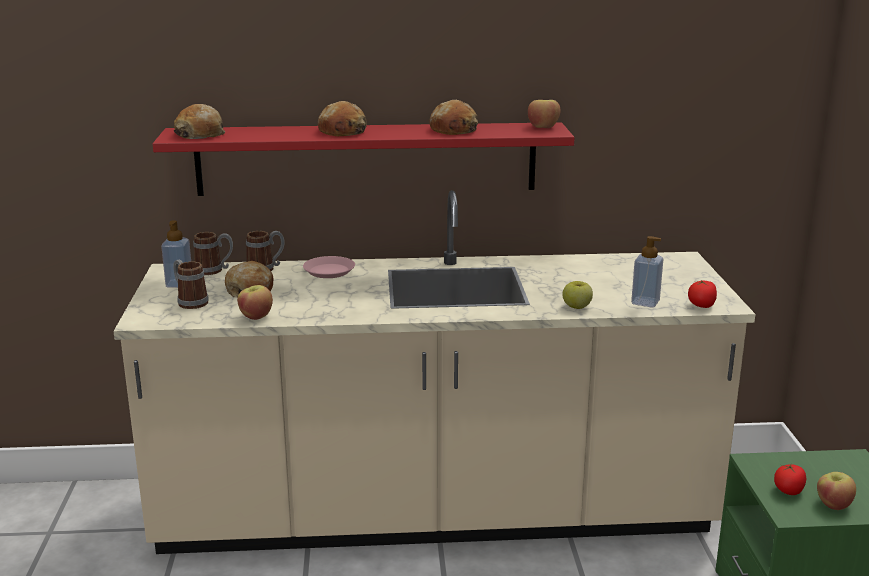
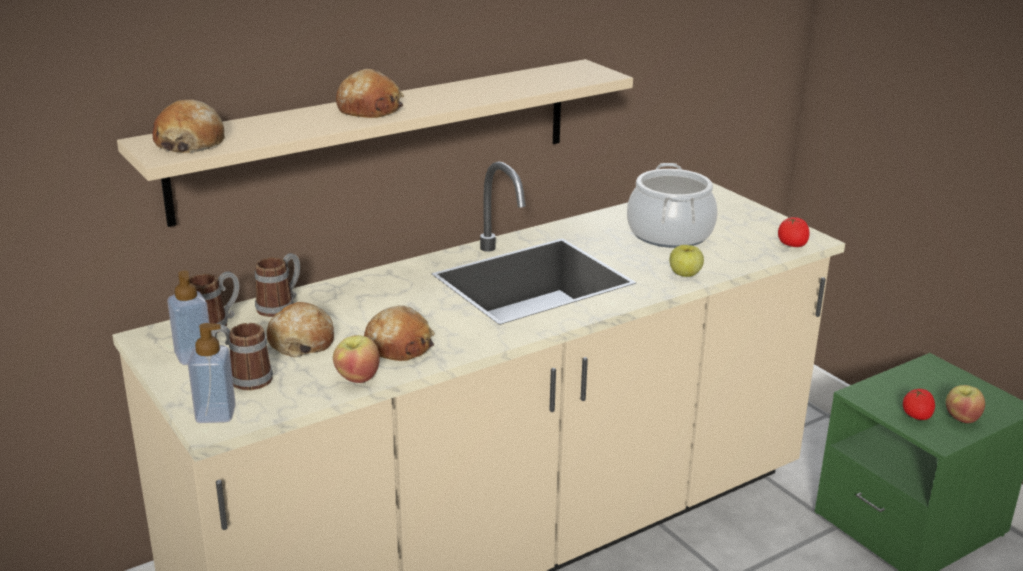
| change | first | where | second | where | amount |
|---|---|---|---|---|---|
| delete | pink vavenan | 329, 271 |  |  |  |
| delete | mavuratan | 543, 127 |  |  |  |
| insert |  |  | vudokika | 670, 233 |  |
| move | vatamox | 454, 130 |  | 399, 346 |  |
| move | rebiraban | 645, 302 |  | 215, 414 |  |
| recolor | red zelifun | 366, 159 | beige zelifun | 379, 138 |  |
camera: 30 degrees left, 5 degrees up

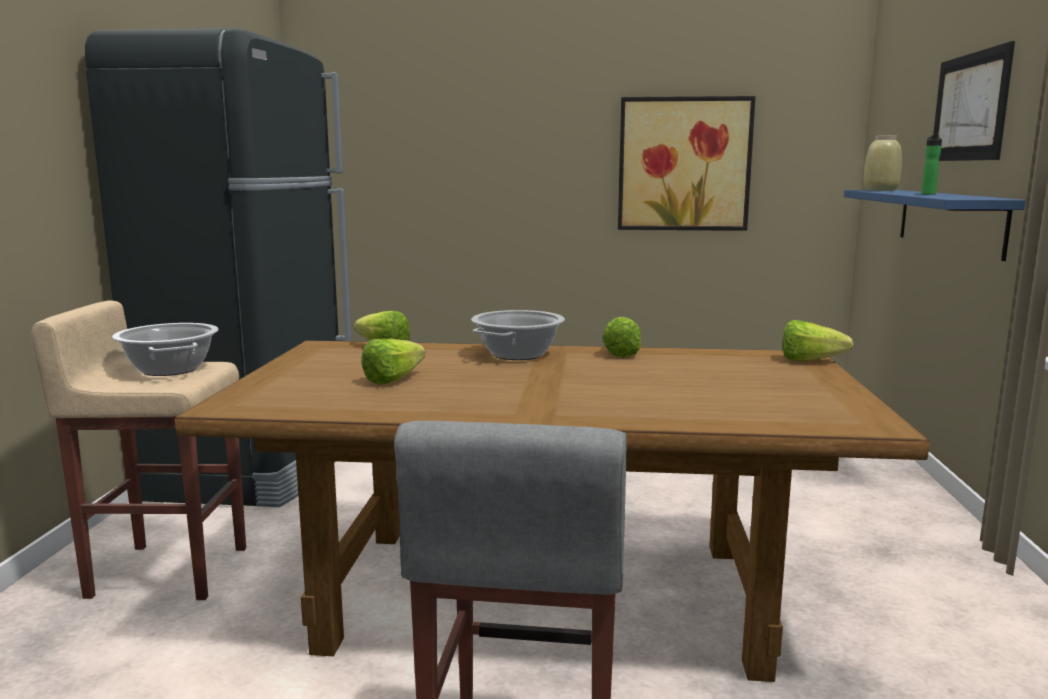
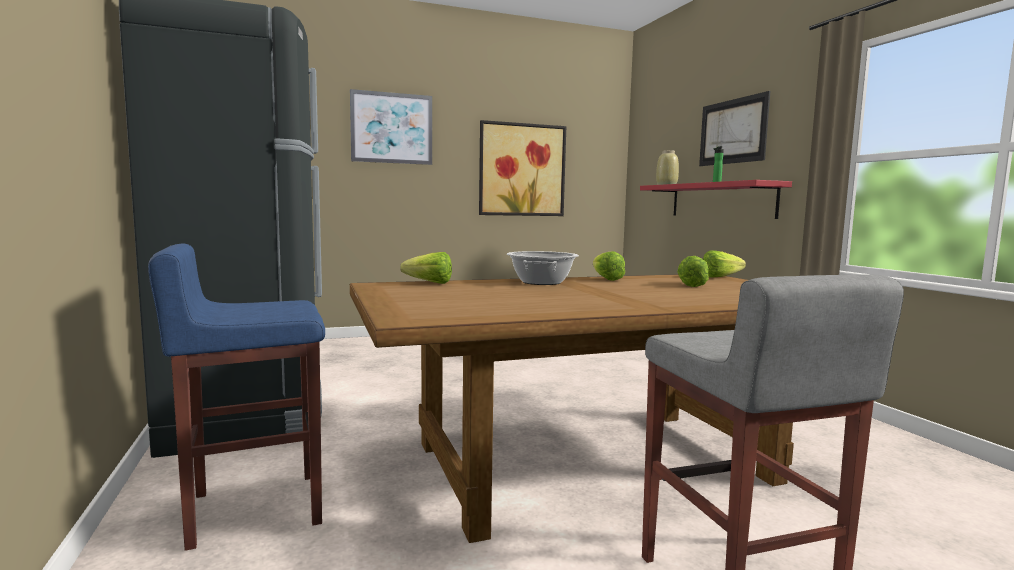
| change | first | where | second | where | amount |
|---|---|---|---|---|---|
| delete | vudokika | 169, 369 |  |  |  |
| insert |  |  | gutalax | 392, 128 |  |
| move | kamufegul | 398, 379 |  | 692, 284 |  |
| recolor | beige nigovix | 167, 570 | blue nigovix | 253, 508 |  |
| recolor | blue zelifun | 949, 220 | red zelifun | 720, 200 |  |
camera: 25 degrees left, 5 degrees down

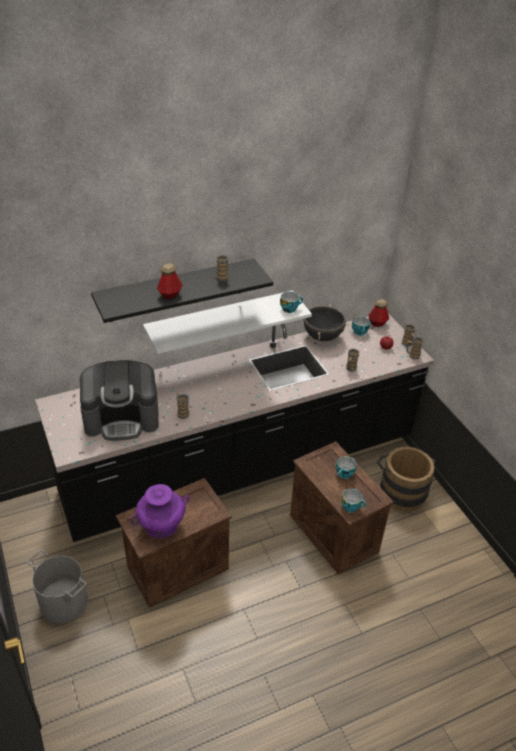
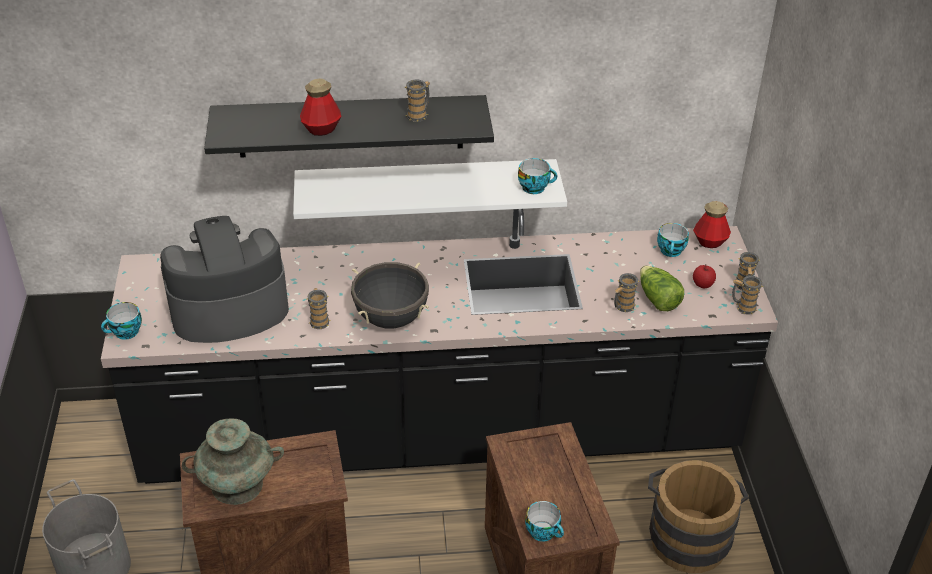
| change | first | where | second | where | amount |
|---|---|---|---|---|---|
| insert |  |  | kamufegul | 657, 299 |  |
| move | black vudokika | 322, 337 |  | 391, 318 |  |
| move | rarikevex | 344, 474 |  | 125, 333 |  |
| recolor | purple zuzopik | 162, 525 | turquoise zuzopik | 238, 485 |  |
| rotate | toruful | 122, 418 |  | 228, 308 | 150 degrees clockwise |
camera: 20 degrees right, 0 degrees up

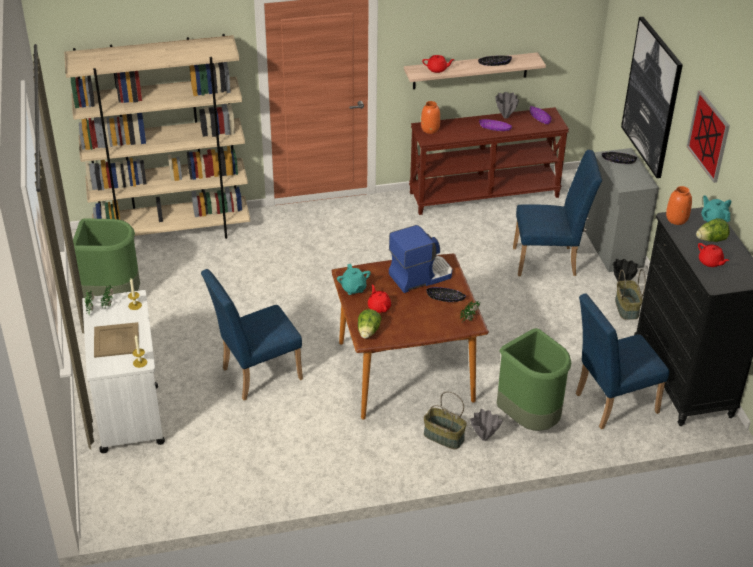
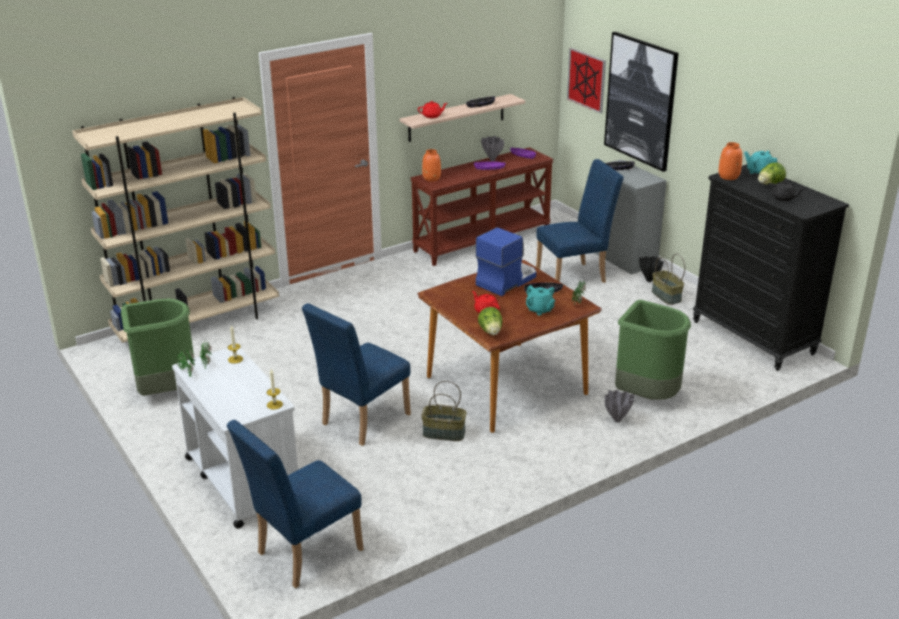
| change | first | where | second | where | amount |
|---|---|---|---|---|---|
| delete | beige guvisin | 117, 340 |  |  |  |
| move | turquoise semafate | 353, 289 |  | 539, 310 |  |
| move | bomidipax | 443, 437 |  | 443, 434 |  |
| move | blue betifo | 610, 404 |  | 303, 554 |  |
| move | gutalax | 709, 136 |  | 586, 80 |  |
| recolor | red semafate | 710, 262 | black semafate | 783, 198 |  |
camera: 20 degrees left, 10 degrees down

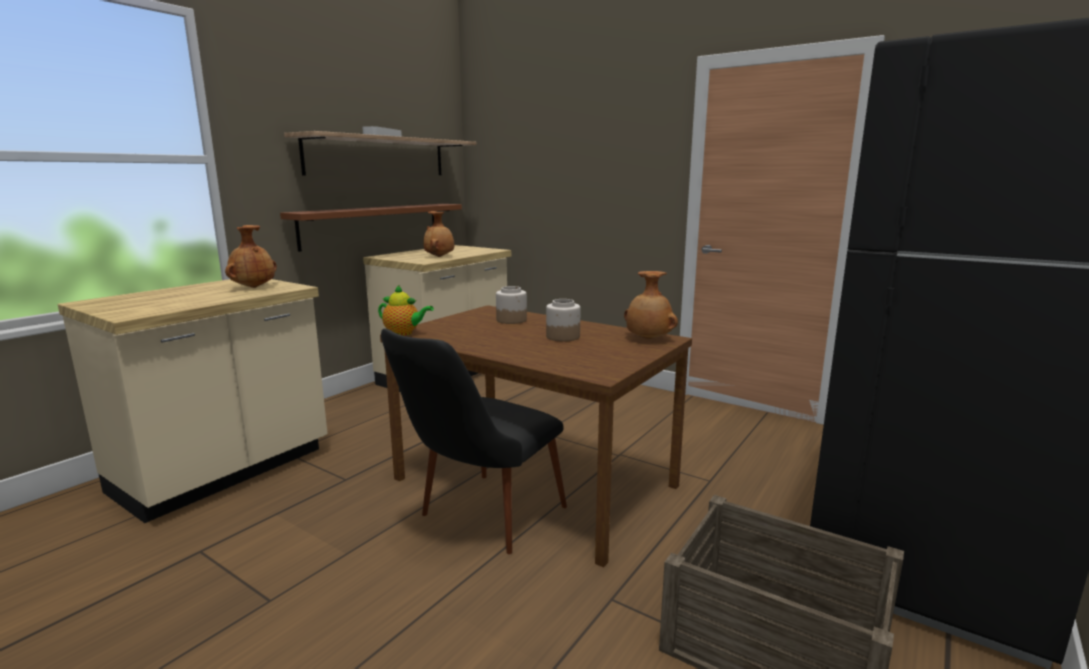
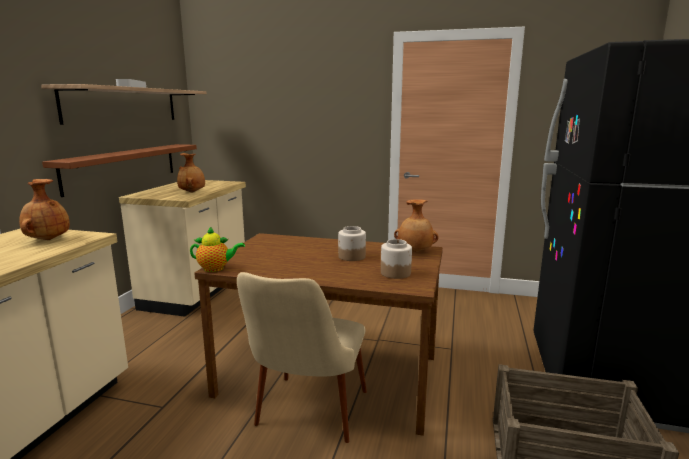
| change | first | where | second | where | amount |
|---|---|---|---|---|---|
| move | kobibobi | 511, 320 |  | 395, 273 |  |
| recolor | black betifo | 479, 522 | beige betifo | 306, 420 |  |
camera: 20 degrees left, 0 degrees up

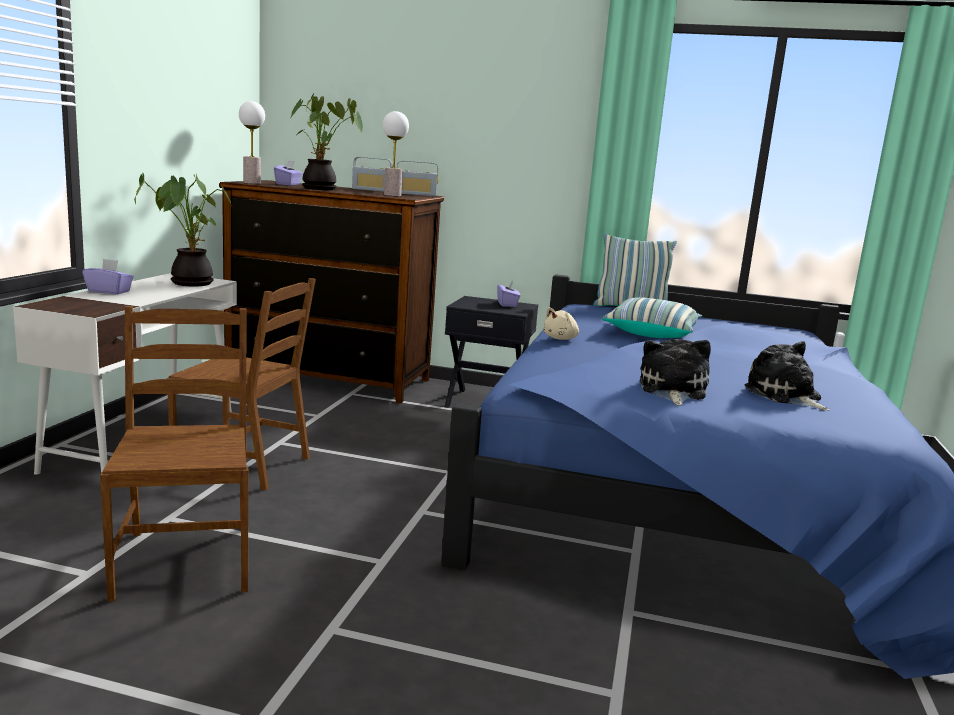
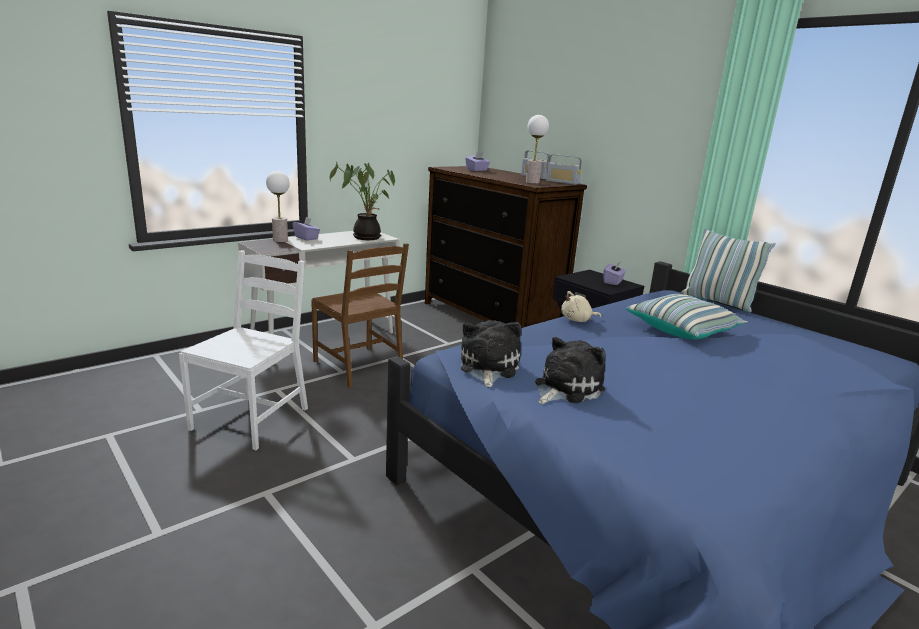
| change | first | where | second | where | amount |
|---|---|---|---|---|---|
| delete | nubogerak | 322, 189 |  |  |  |
| move | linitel | 251, 183 |  | 280, 240 |  |
| move | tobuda | 785, 396 |  | 488, 367 |  |
| recolor | brown betifo | 185, 560 | white betifo | 251, 418 |  |
camera: 35 degrees right, 5 degrees up

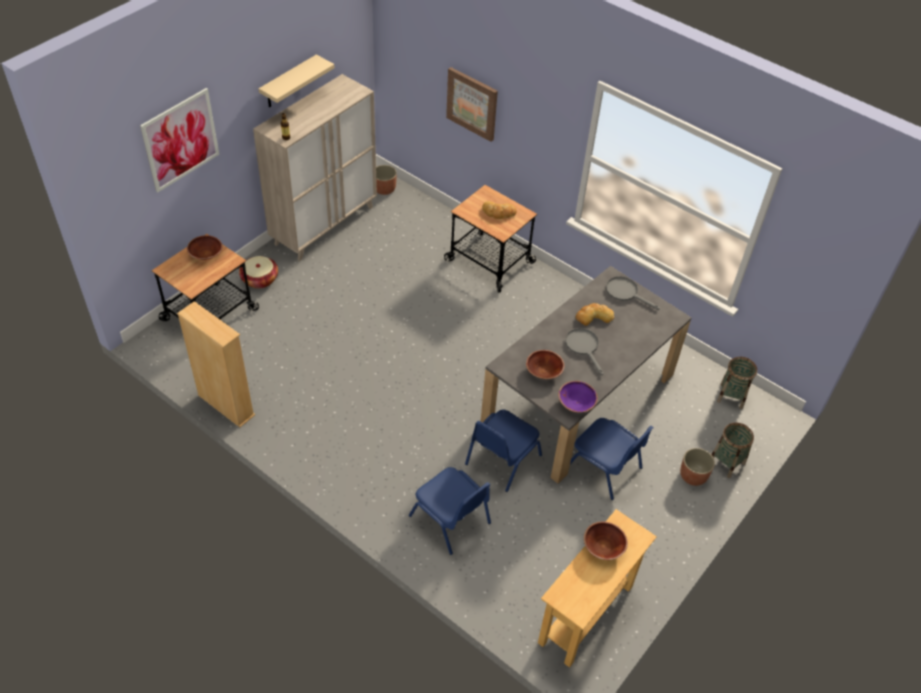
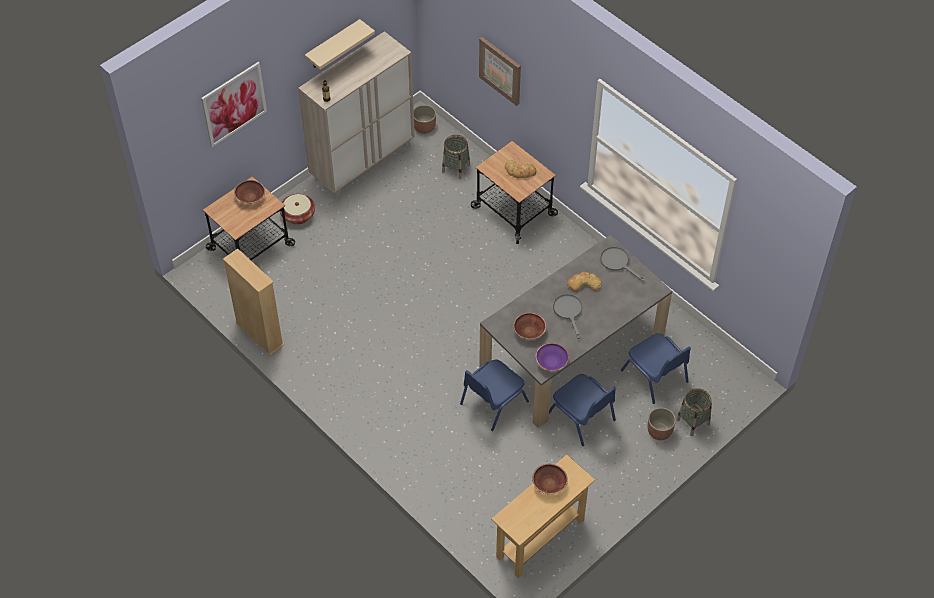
| change | first | where | second | where | amount |
|---|---|---|---|---|---|
| move | blue betifo | 451, 520 |  | 655, 376 |  |
| move | bomidipax | 731, 396 |  | 456, 168 |  |
camera: 10 degrees right, 5 degrees up

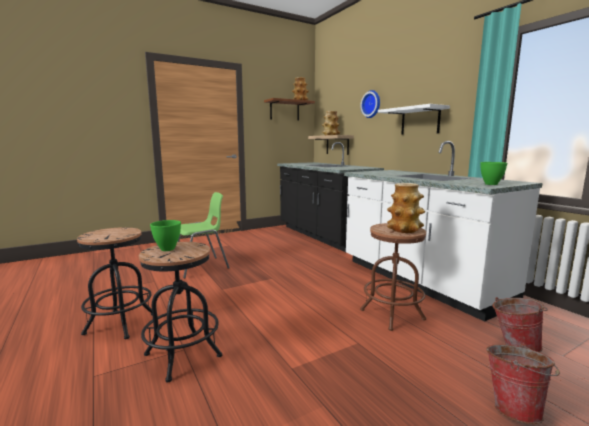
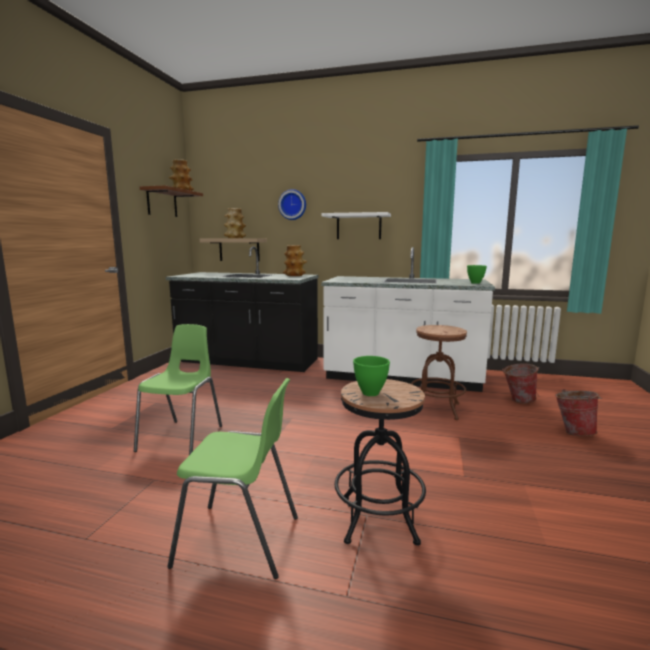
| change | first | where | second | where | amount |
|---|---|---|---|---|---|
| move | zuzopik | 404, 230 |  | 295, 275 |  |
| replace | black nigovix | 120, 324 | green betifo | 239, 540 |  |
camera: 45 degrees left, 0 degrees up

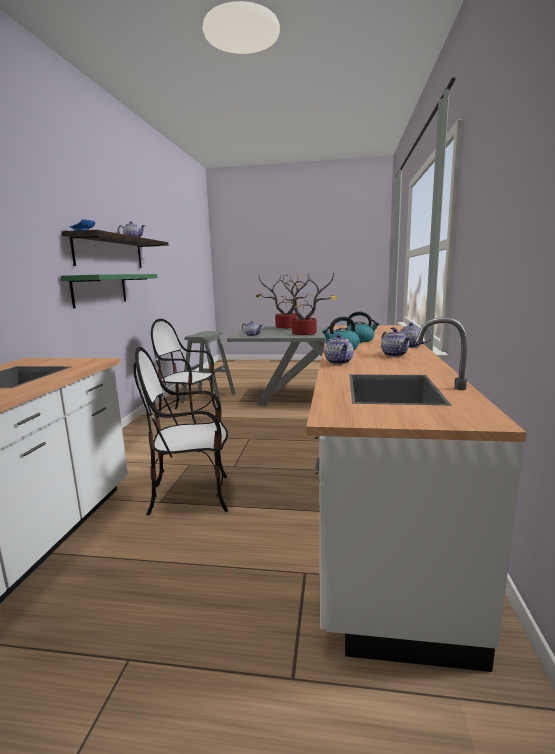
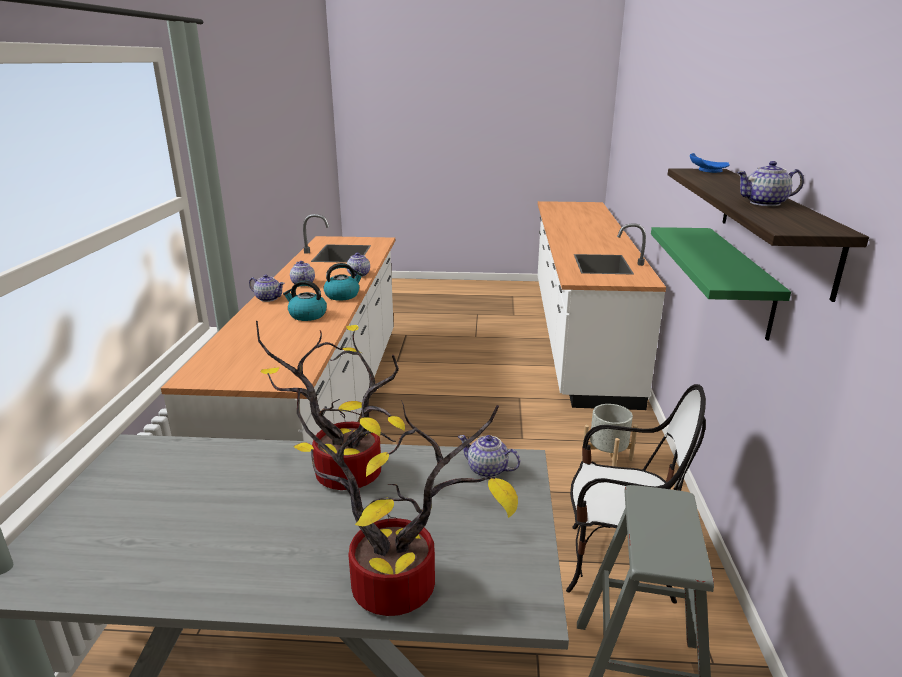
| change | first | where | second | where | amount |
|---|---|---|---|---|---|
| delete | betifo | 191, 495 |  |  |  |
| insert |  |  | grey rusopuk | 607, 460 |  |
camera: 175 degrees right, 10 degrees up

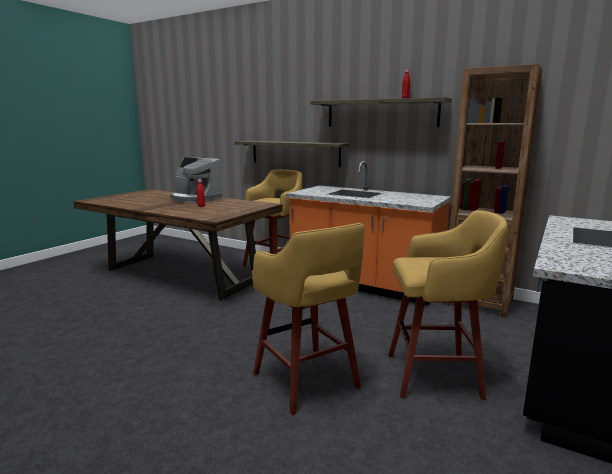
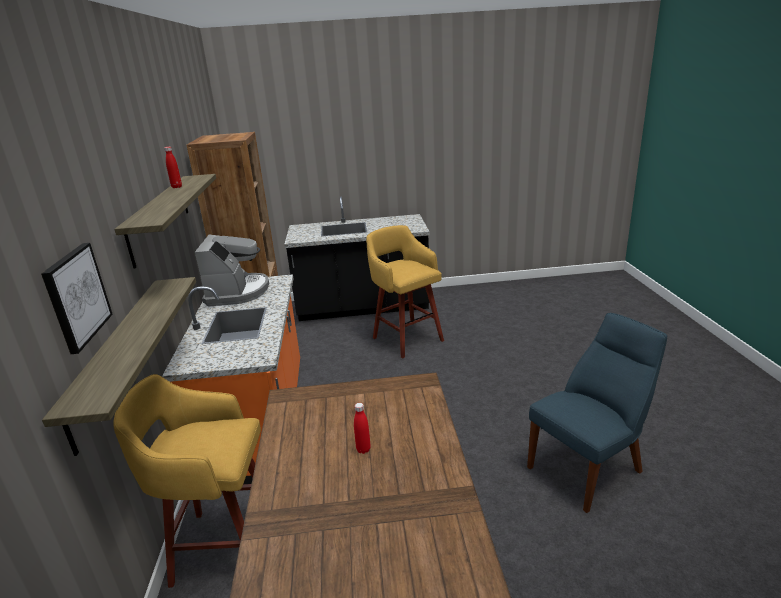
| change | first | where | second | where | amount |
|---|---|---|---|---|---|
| delete | yellow nigovix | 307, 382 |  |  |  |
| insert |  |  | gutalax | 76, 296 |  |
| insert |  |  | blue betifo | 588, 468 |  |
| move | toruful | 195, 199 |  | 237, 292 |  |
camera: 125 degrees left, 10 degrees up

